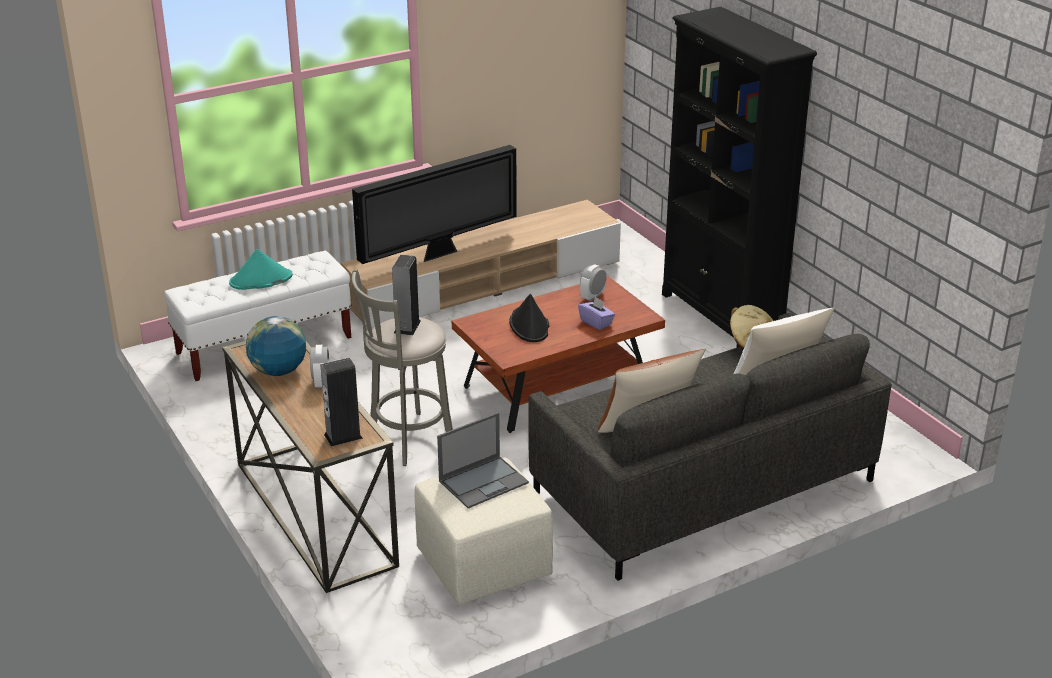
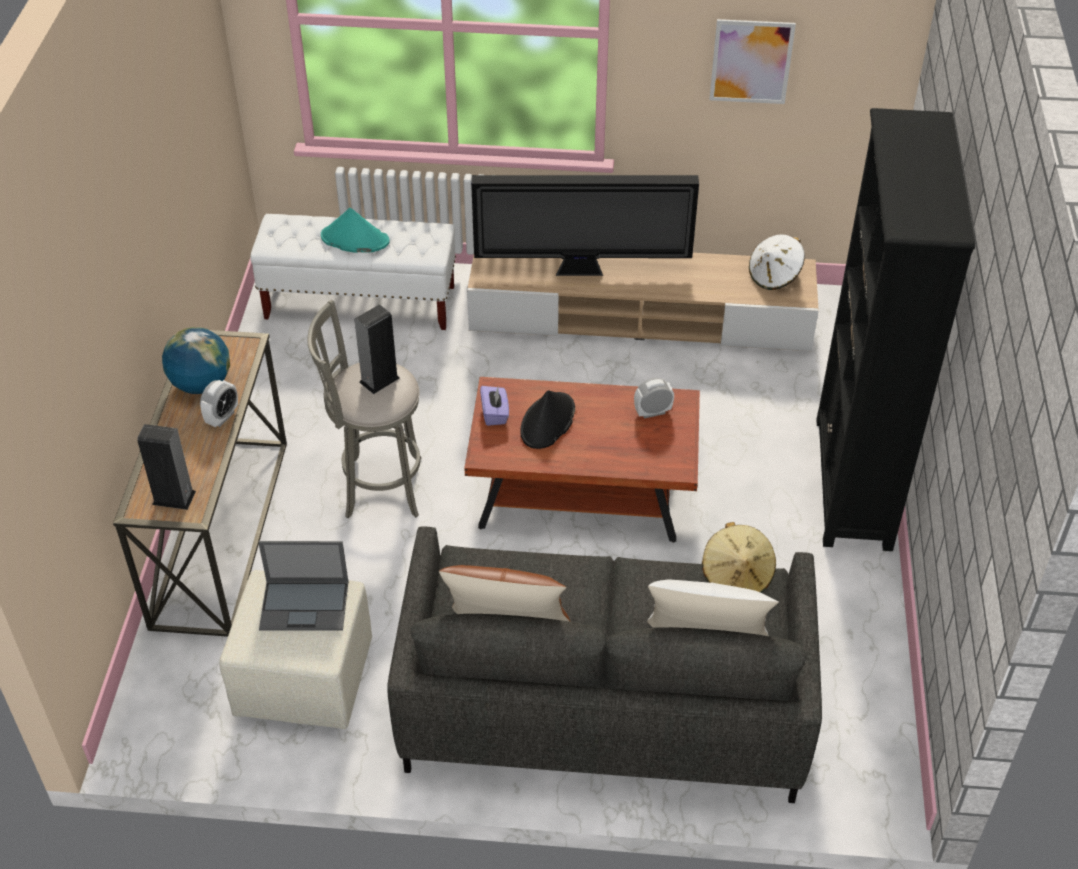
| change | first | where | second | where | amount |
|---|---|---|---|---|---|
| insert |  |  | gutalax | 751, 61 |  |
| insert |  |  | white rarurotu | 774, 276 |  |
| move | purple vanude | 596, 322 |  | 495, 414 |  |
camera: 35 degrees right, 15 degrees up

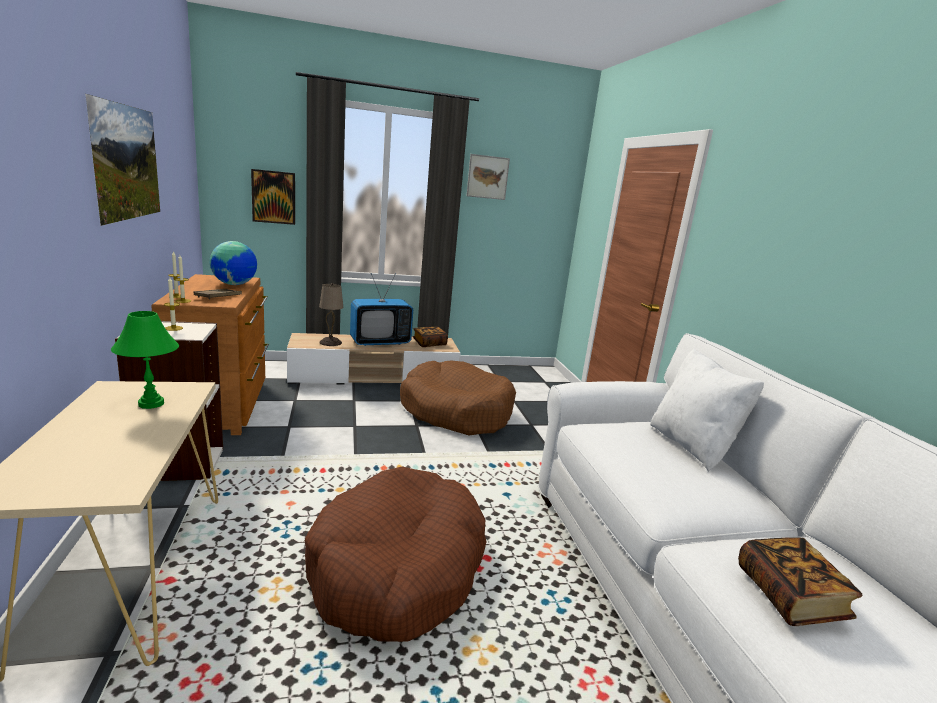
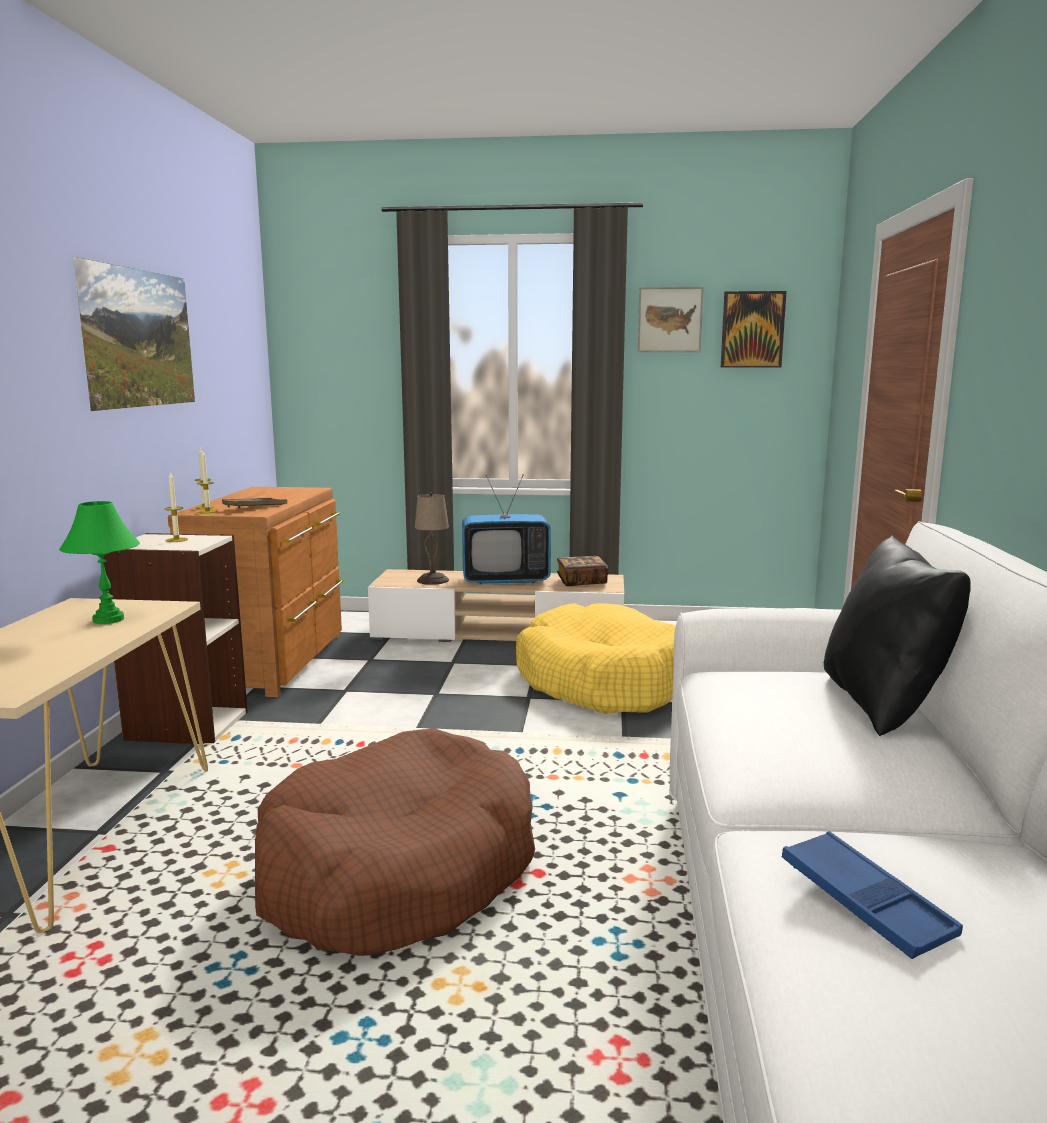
| change | first | where | second | where | amount |
|---|---|---|---|---|---|
| delete | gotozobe | 235, 284 |  |  |  |
| move | gutalax | 273, 197 |  | 752, 329 |  |
| replace | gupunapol | 789, 596 | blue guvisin | 865, 902 |  |
| recolor | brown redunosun | 456, 411 | yellow redunosun | 602, 681 |  |
| recolor | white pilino | 692, 446 | black pilino | 883, 703 |  |
camera: 20 degrees right, 5 degrees down

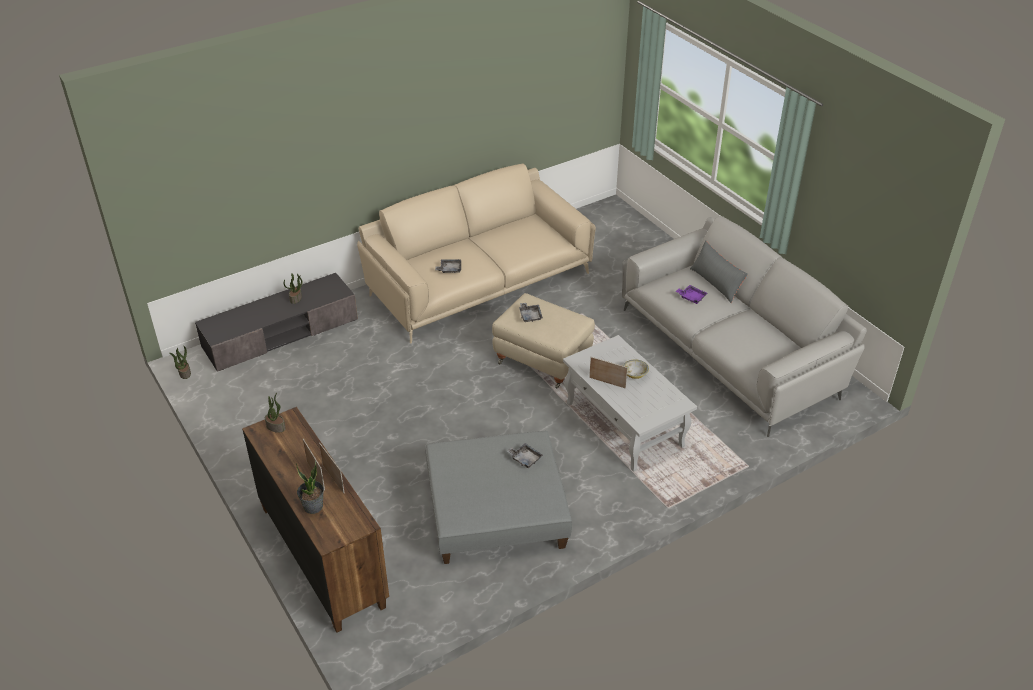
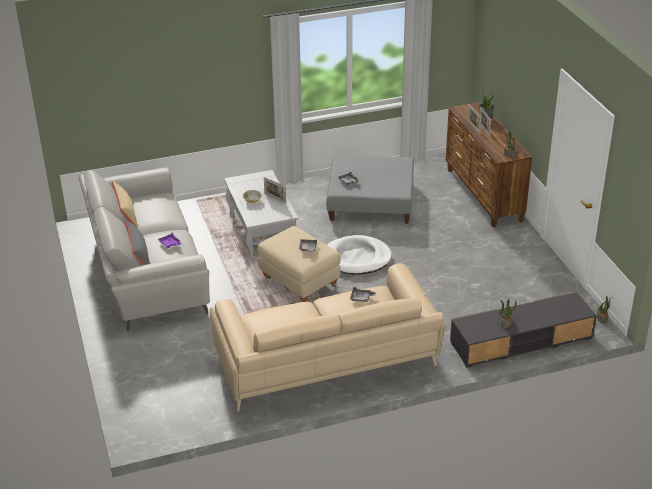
| change | first | where | second | where | amount |
|---|---|---|---|---|---|
| insert |  |  | beige pilino | 126, 213 |  |
| insert |  |  | white redunosun | 357, 258 |  |
camera: 165 degrees left, 5 degrees down

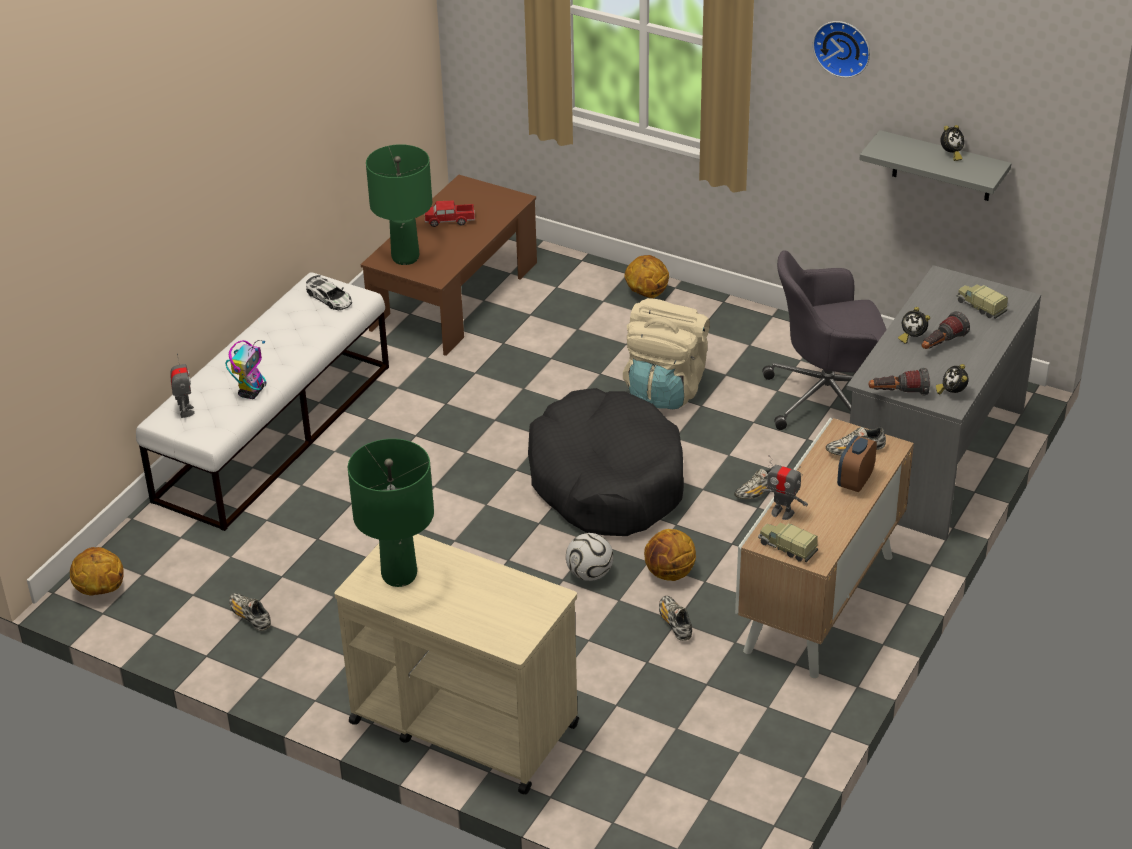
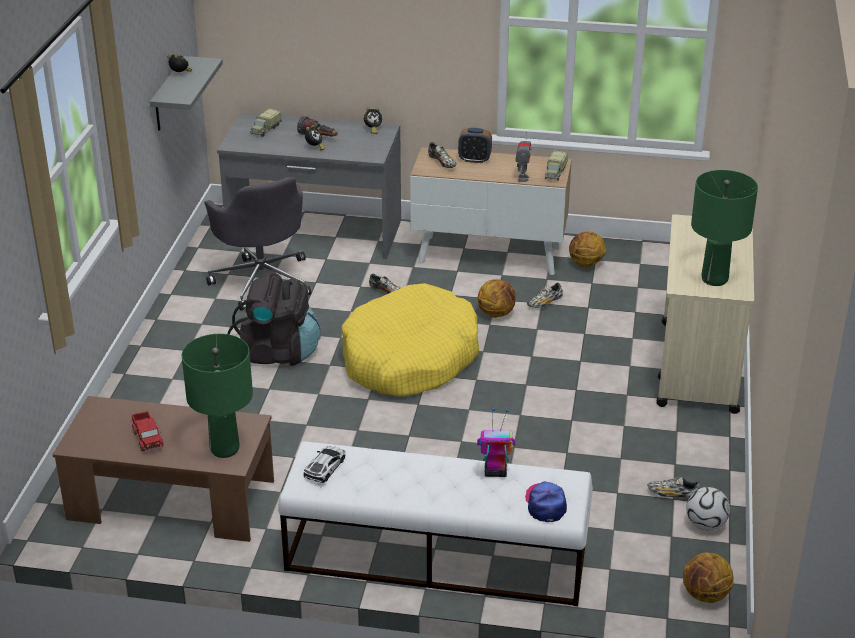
| change | first | where | second | where | amount |
|---|---|---|---|---|---|
| delete | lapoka | 843, 47 |  |  |  |
| delete | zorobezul | 898, 393 |  |  |  |
| move | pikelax | 589, 574 |  | 706, 525 |  |
| move | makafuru | 646, 293 |  | 585, 264 |  |
| replace | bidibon | 185, 411 | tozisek | 545, 504 |  |
| recolor | black redunosun | 606, 481 | yellow redunosun | 409, 358 |  |
| recolor | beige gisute | 666, 389 | black gisute | 278, 352 |  |
| rotate | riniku | 250, 617 |  | 673, 495 | 75 degrees clockwise |
camera: 110 degrees left, 5 degrees down

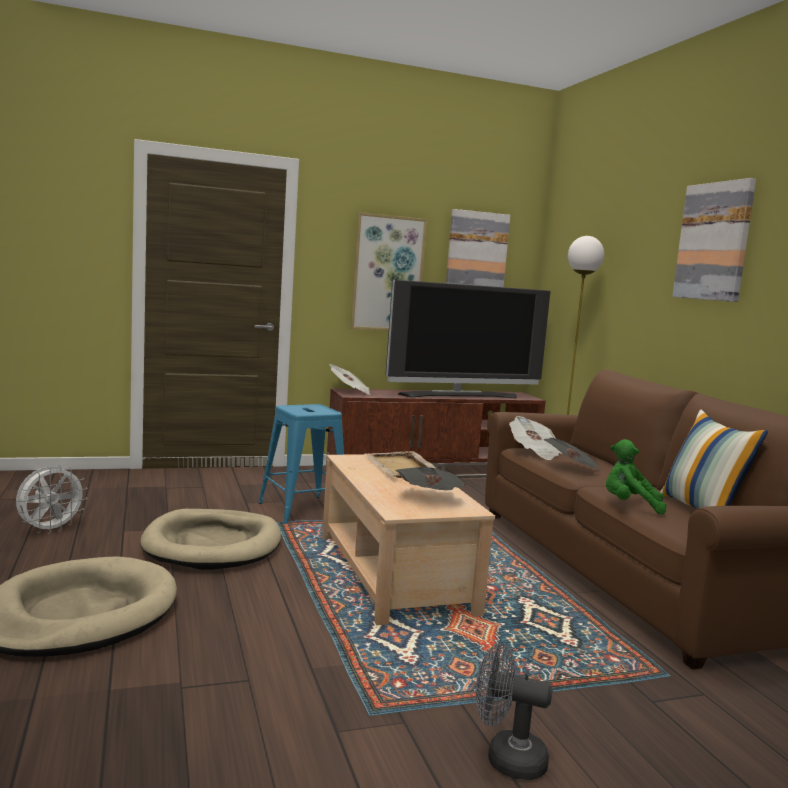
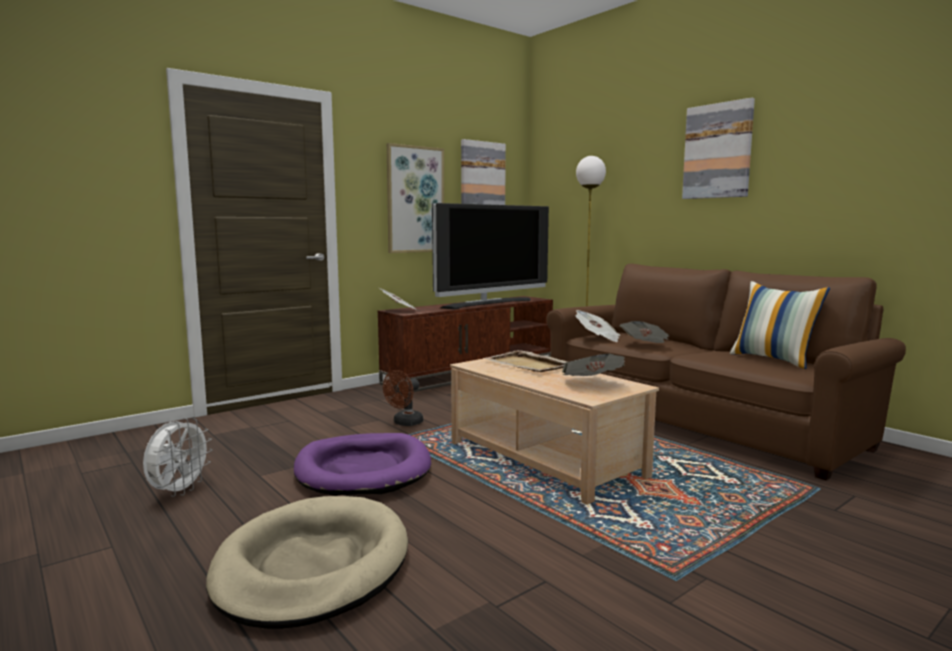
| change | first | where | second | where | amount |
|---|---|---|---|---|---|
| delete | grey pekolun | 506, 758 |  |  |  |
| delete | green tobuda | 630, 506 |  |  |  |
| replace | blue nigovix | 302, 510 | brown pekolun | 405, 423 |  |
| recolor | beige redunosun | 213, 545 | purple redunosun | 363, 469 |  |
camera: 20 degrees left, 0 degrees up

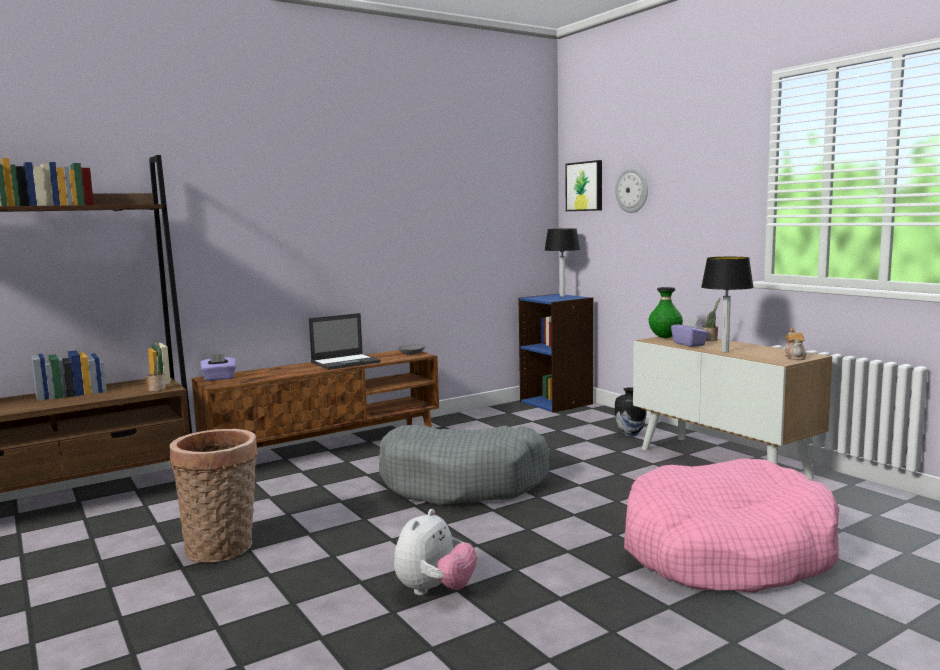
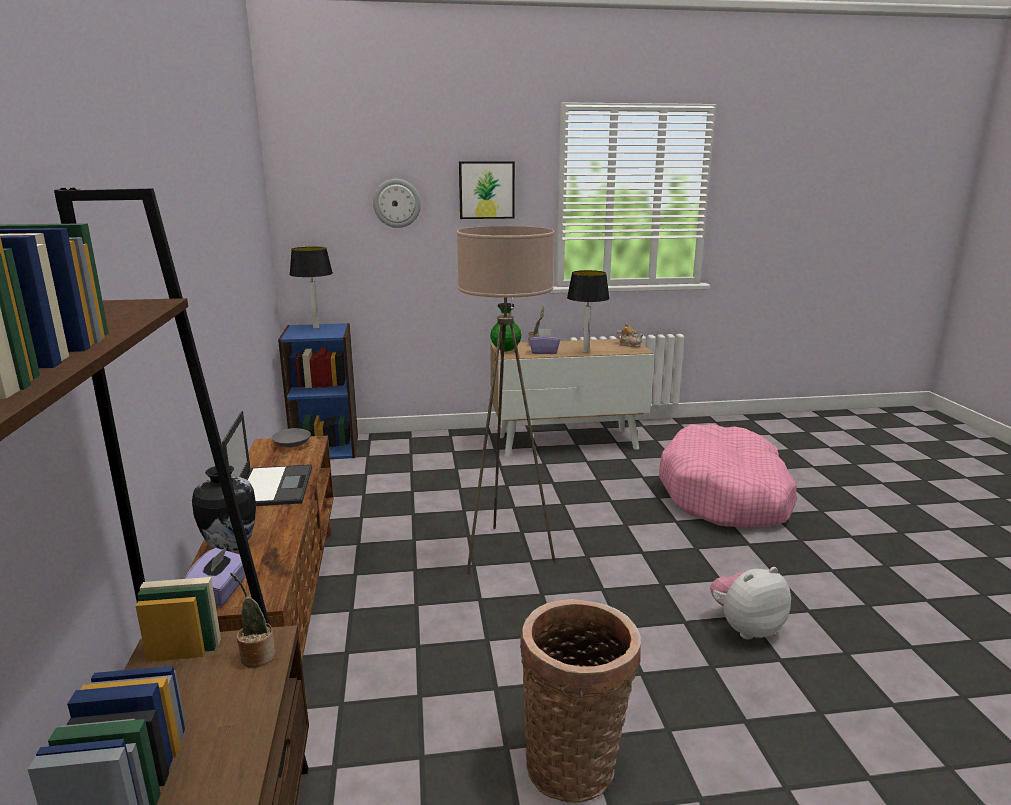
| change | first | where | second | where | amount |
|---|---|---|---|---|---|
| move | gutalax | 585, 186 |  | 486, 190 |  |
| move | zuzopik | 630, 434 |  | 230, 547 |  |
| replace | grey redunosun | 464, 483 | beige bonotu | 505, 553 |  |
| rotate | tobuda | 435, 590 |  | 746, 627 | 75 degrees counterclockwise |
camera: 65 degrees left, 10 degrees up

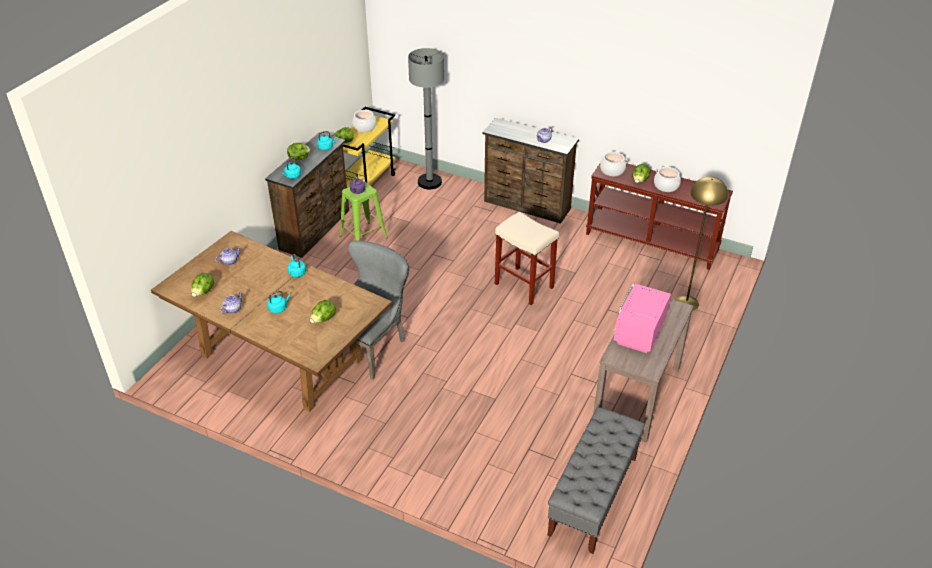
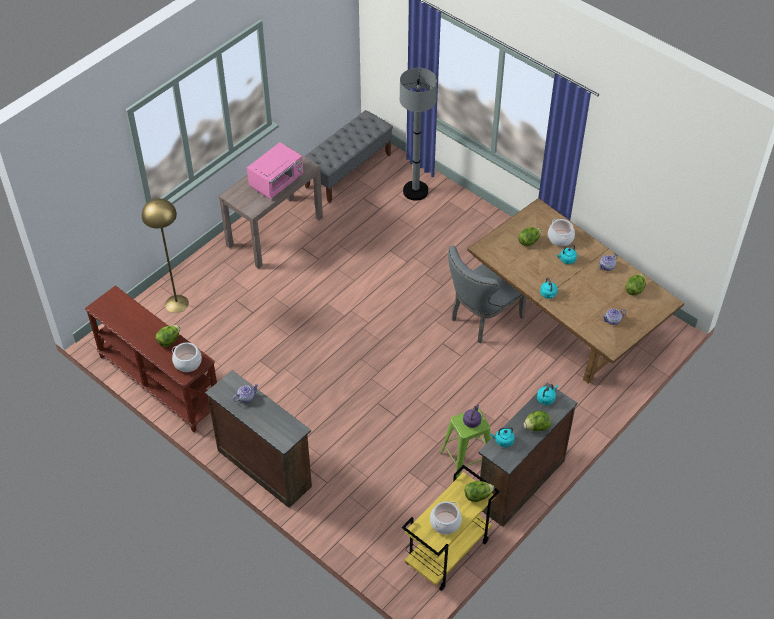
| change | first | where | second | where | amount |
|---|---|---|---|---|---|
| delete | beige nigovix | 525, 286 |  |  |  |
| move | grey bonotu | 429, 182 |  | 415, 191 |  |
| move | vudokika | 666, 186 |  | 560, 238 |  |
camera: 165 degrees left, 10 degrees up

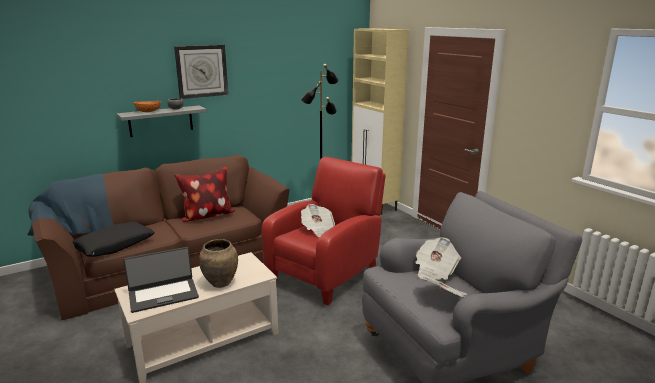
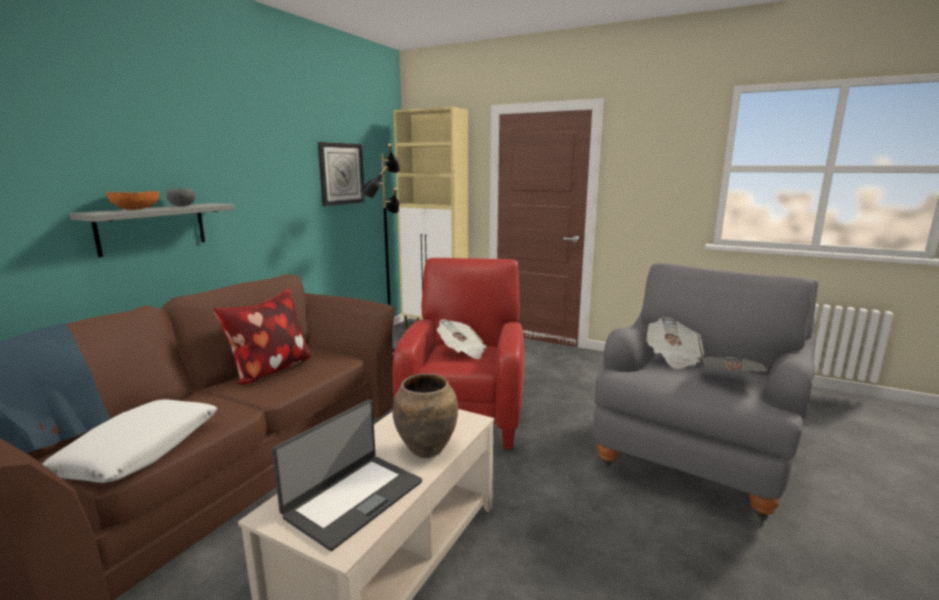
| change | first | where | second | where | amount |
|---|---|---|---|---|---|
| move | lapoka | 201, 71 |  | 341, 174 |  |
| recolor | black pilino | 114, 246 | white pilino | 140, 451 |  |
camera: 30 degrees left, 5 degrees down

